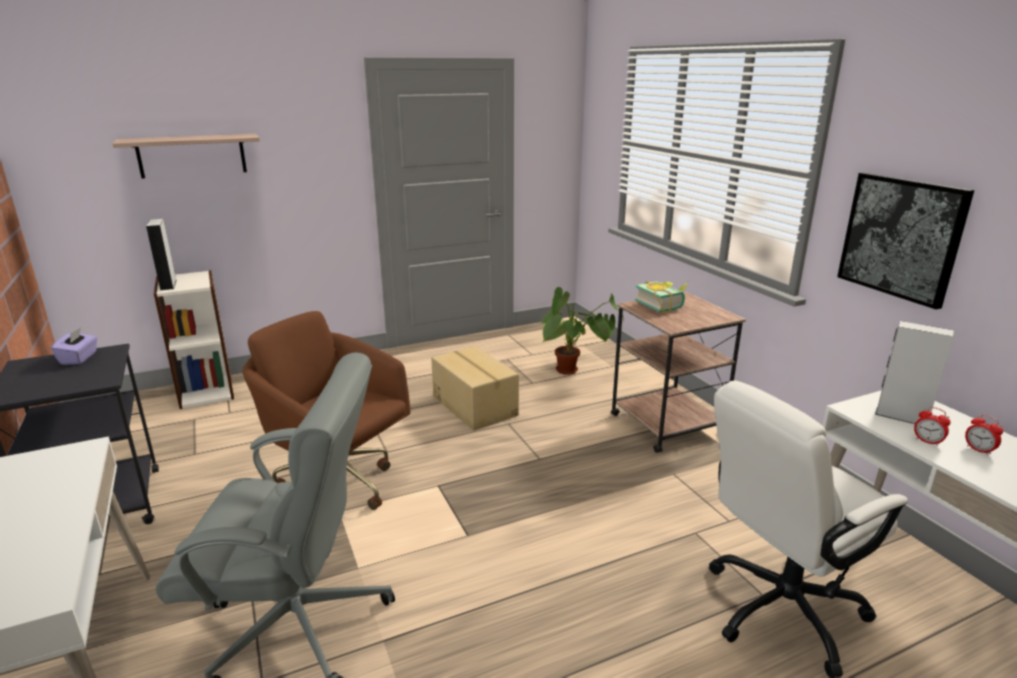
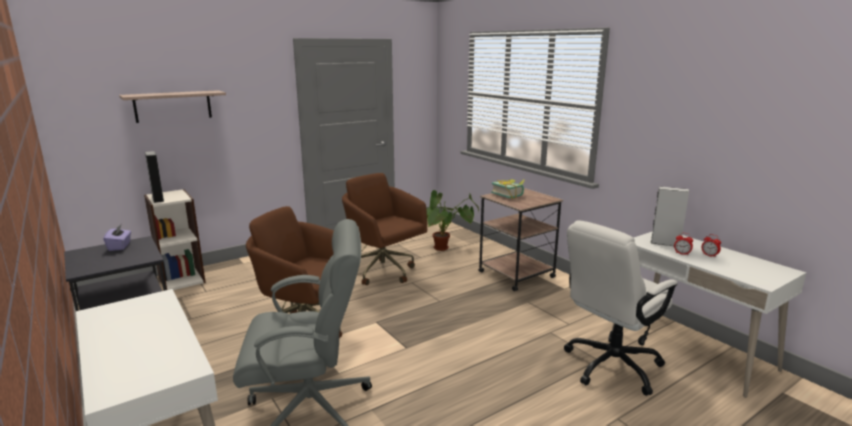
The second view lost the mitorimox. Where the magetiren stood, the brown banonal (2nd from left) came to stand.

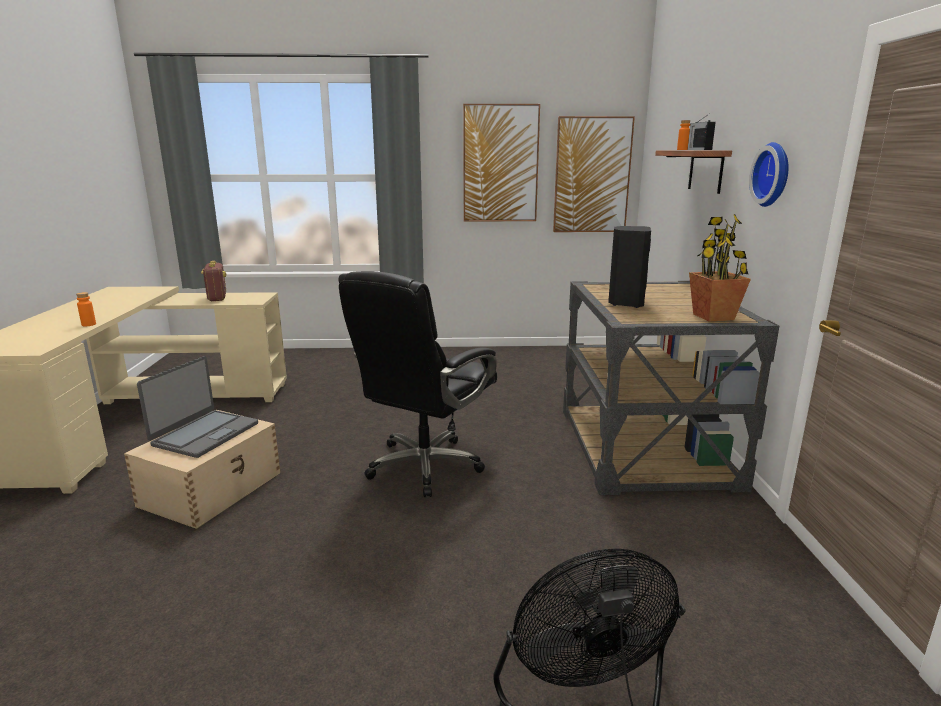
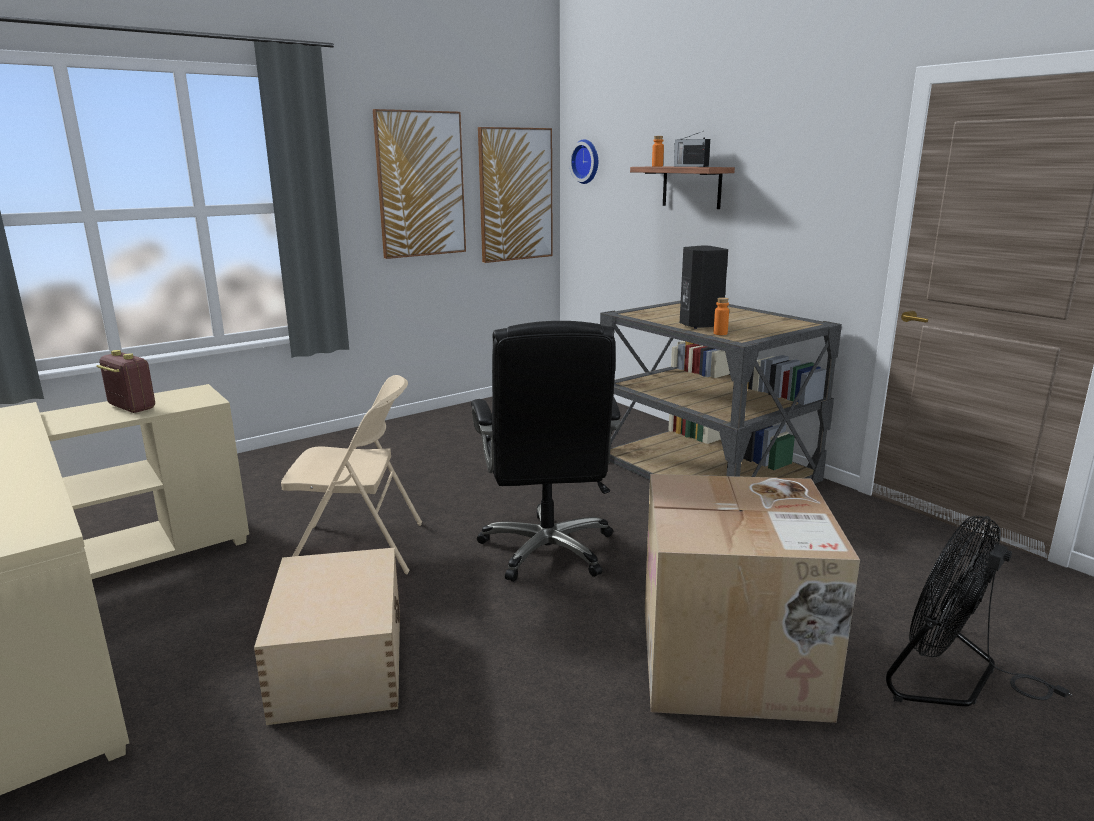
The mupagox ended up elsewhere. The second view lost the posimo. The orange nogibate (1st from left in the first image) ended up elsewhere. The second view lost the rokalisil. The second view gained the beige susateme. The second view gained the magetiren.

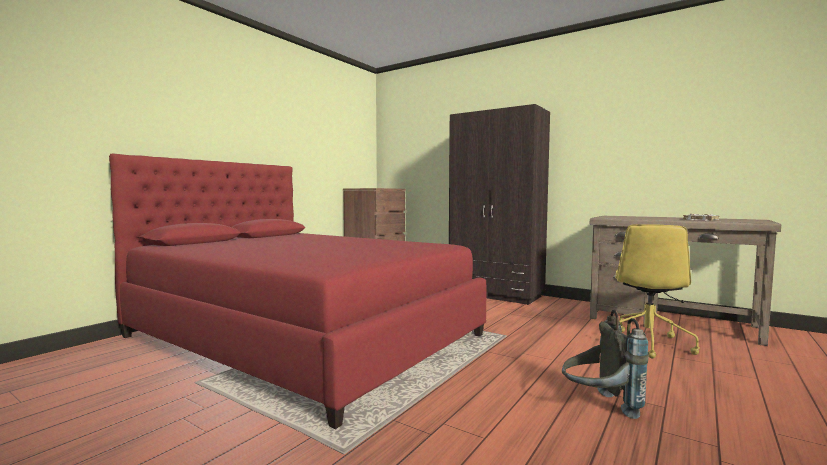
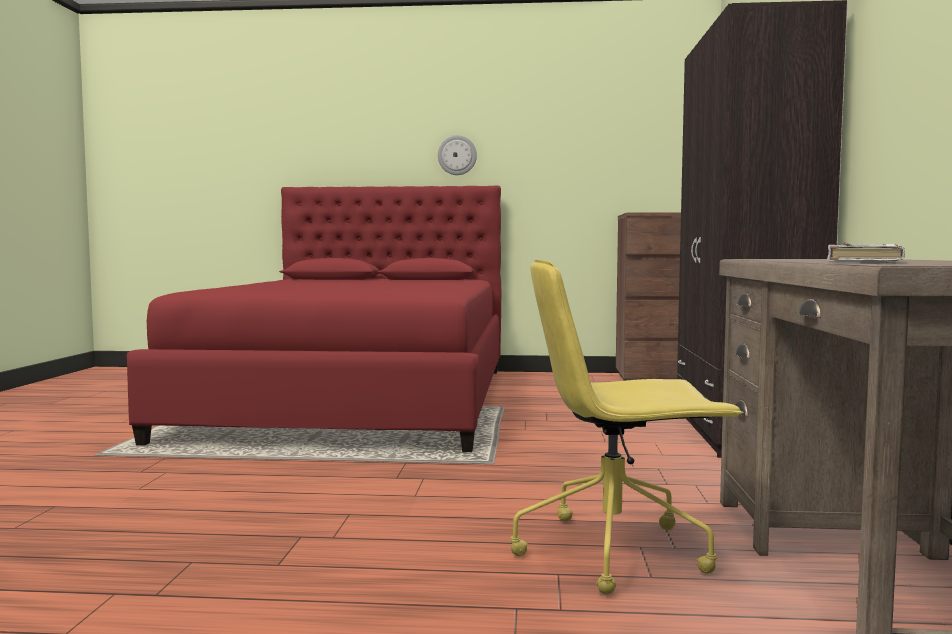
The second view lost the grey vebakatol. The second view gained the mupagox.

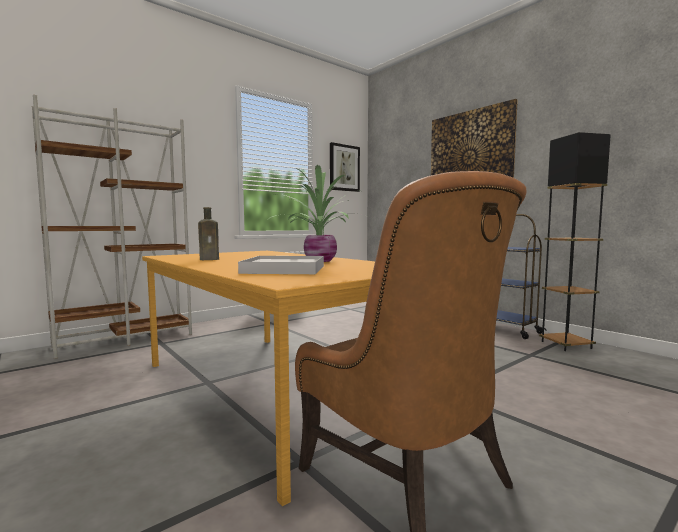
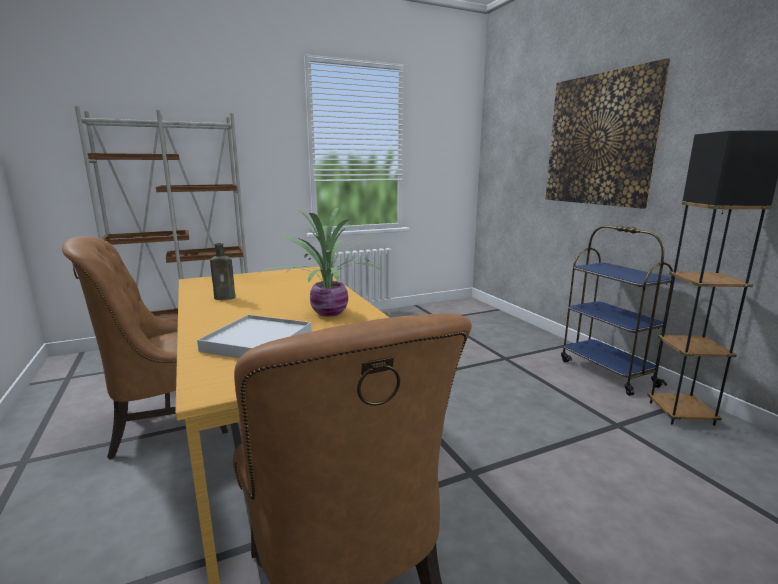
The second view lost the mitorimox (1st from left). The second view gained the brown susateme (1st from left).

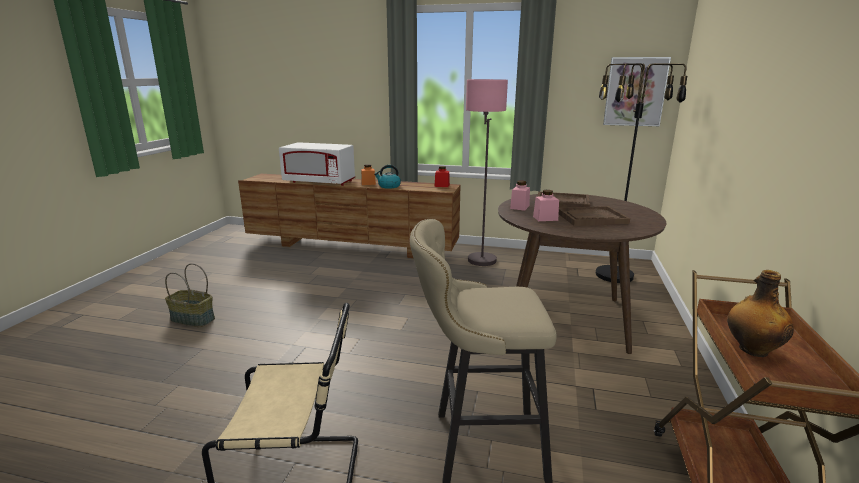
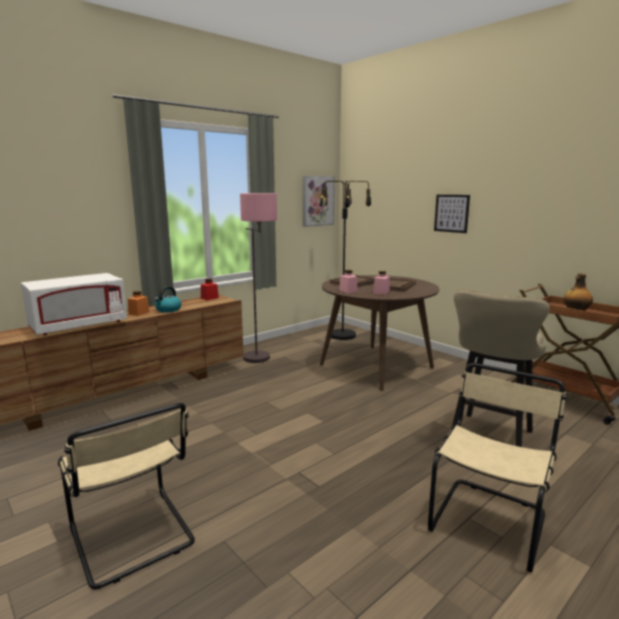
Where the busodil stood, the beige susateme (1st from left) came to stand. The second view gained the mitorimox (2nd from left).

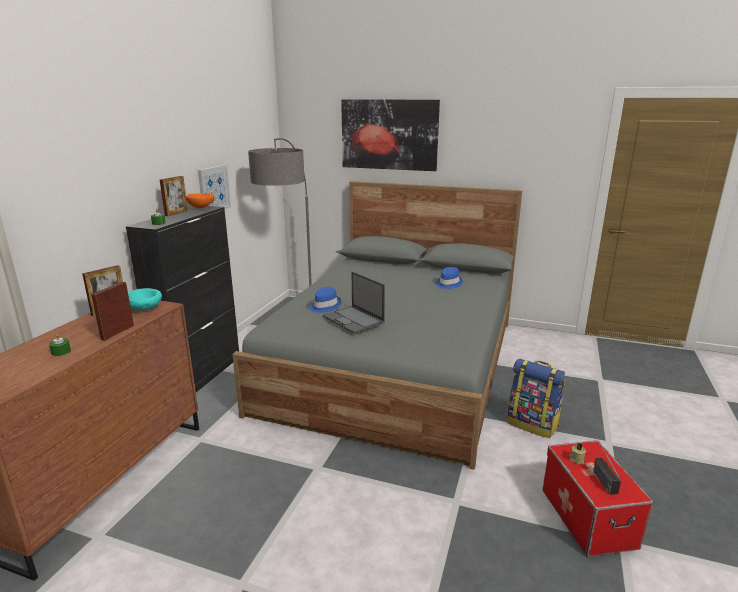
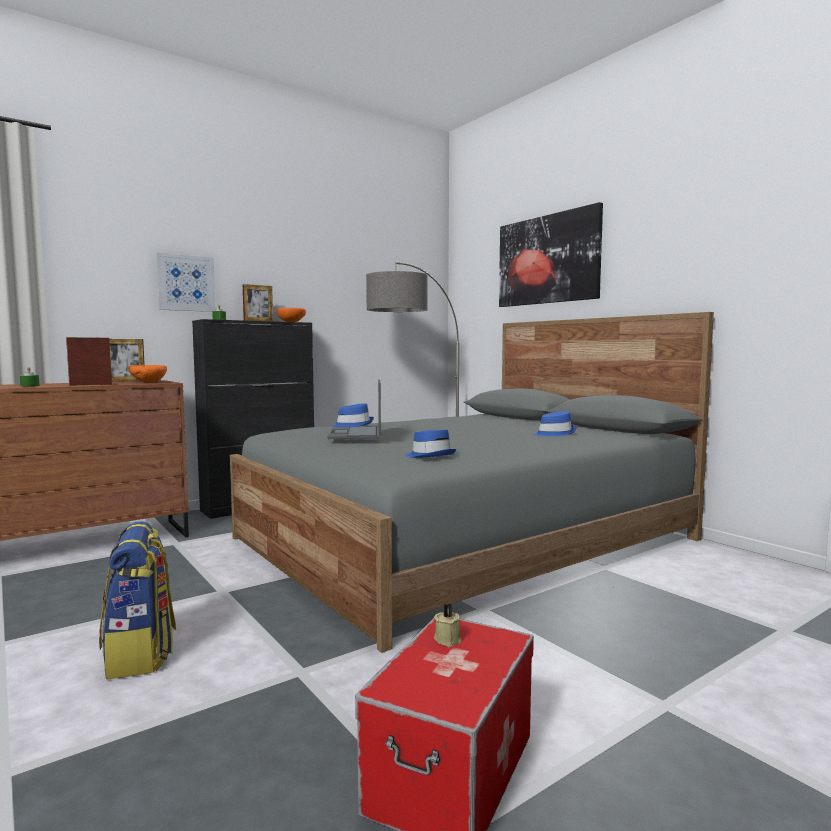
The mitorimox (1st from left) ended up elsewhere. What was the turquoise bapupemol turned into the orange bapupemol (1st from left). The vebakatol ended up elsewhere. The second view lost the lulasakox. The second view gained the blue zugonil (2nd from left).

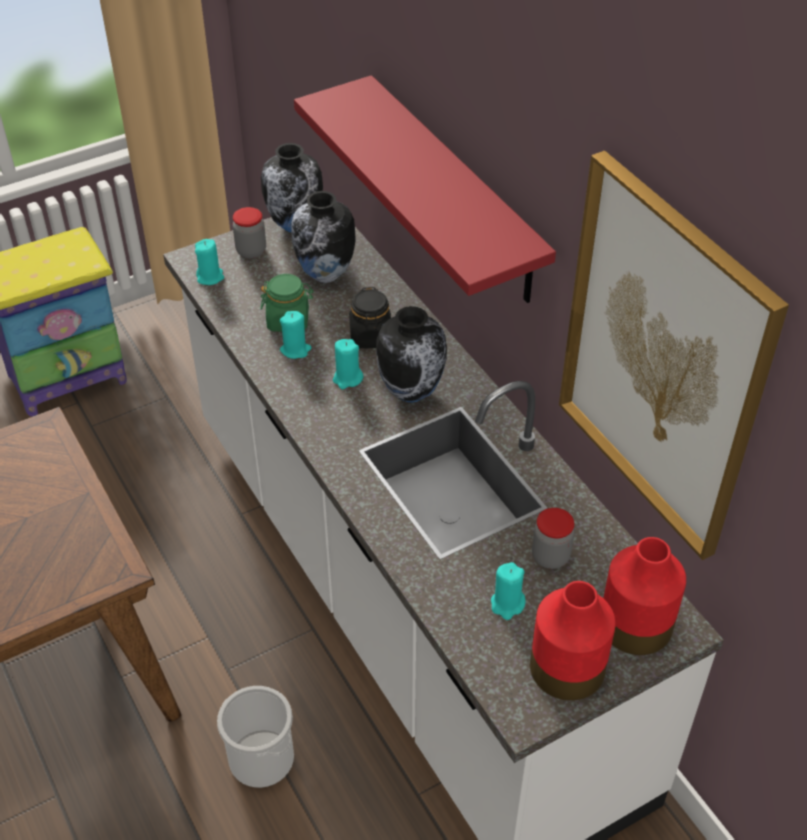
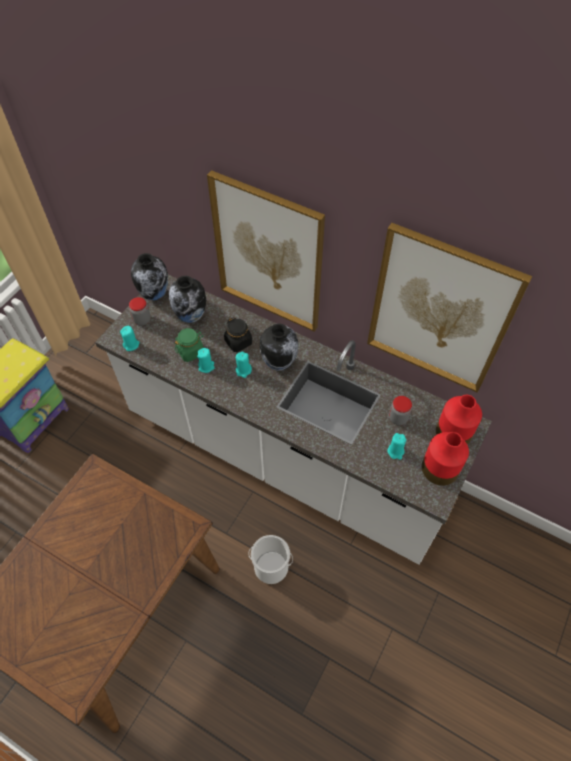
Where the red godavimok hung, the mitorimox (1st from left) came to hang.

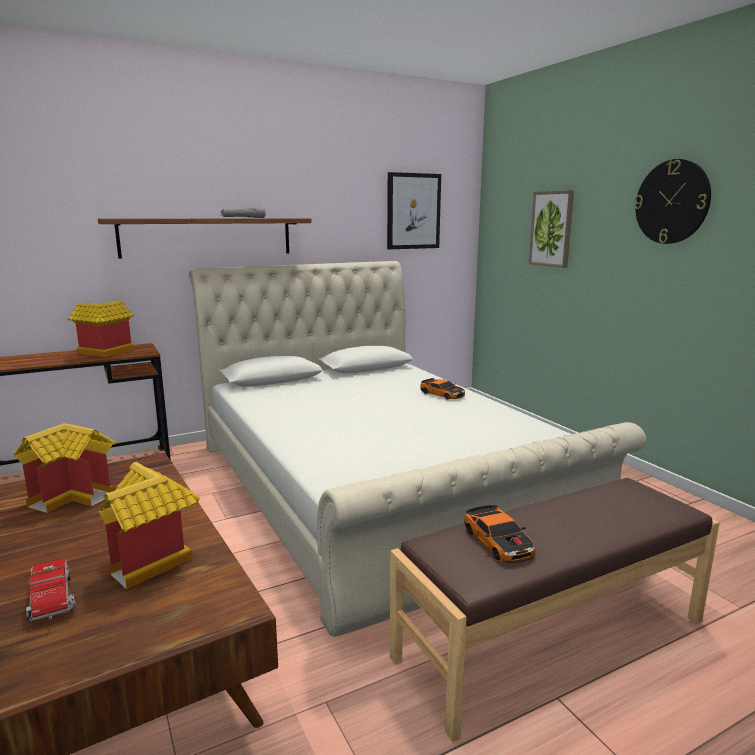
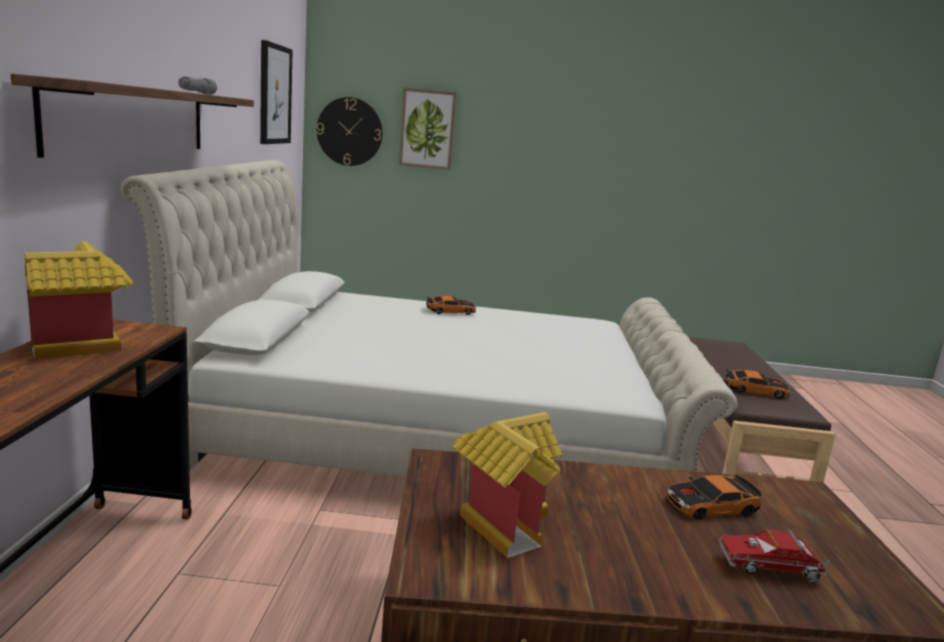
The mupagox ended up elsewhere. Where the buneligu (3rd from left) stood, the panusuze (2nd from left) came to stand.

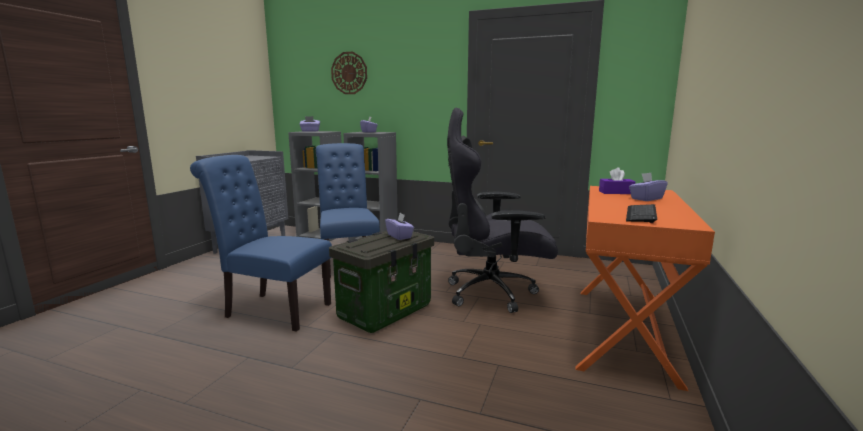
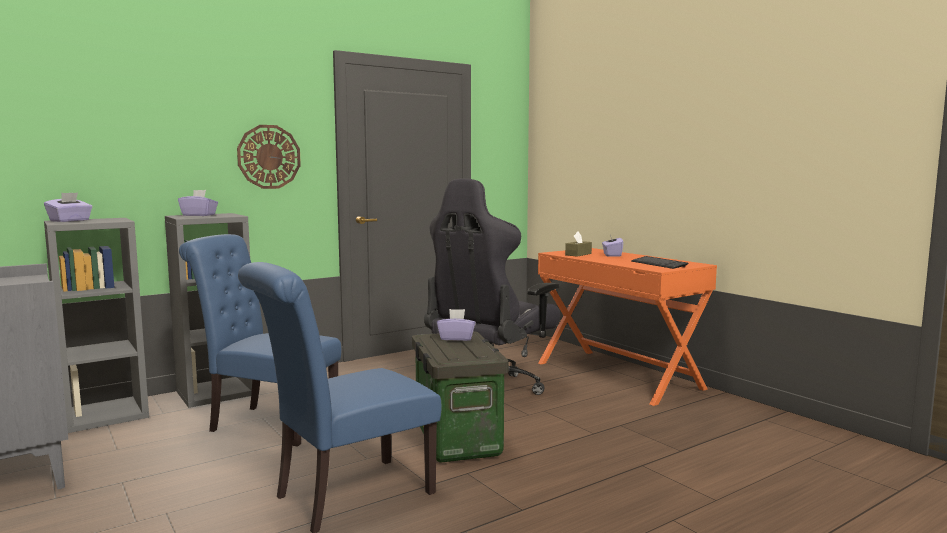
The mupagox ended up elsewhere. What was the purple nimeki (4th from left) turned into the brown nimeki.

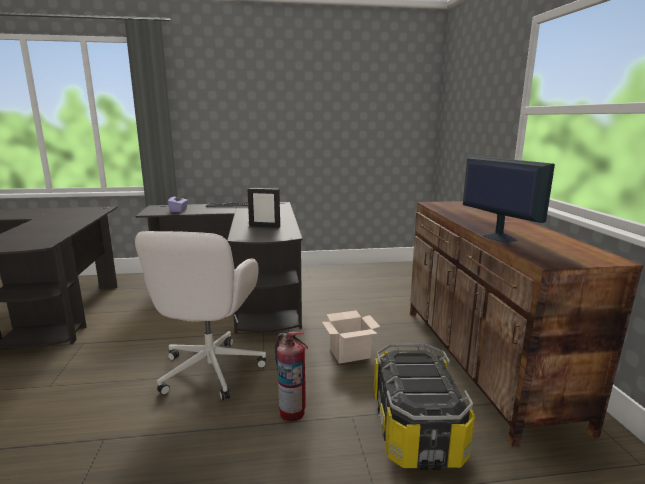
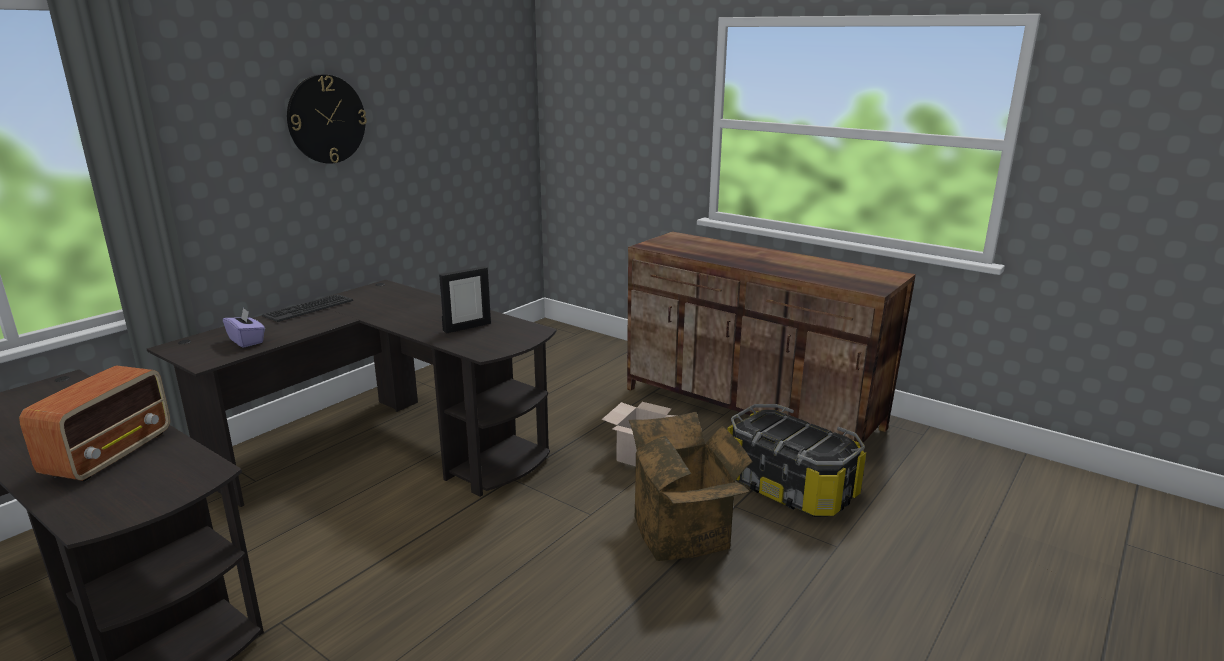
The second view lost the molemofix. The second view lost the white banonal. Where the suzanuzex stood, the magetiren (2nd from left) came to stand. The second view gained the mupagox. The second view gained the lulasakox.

